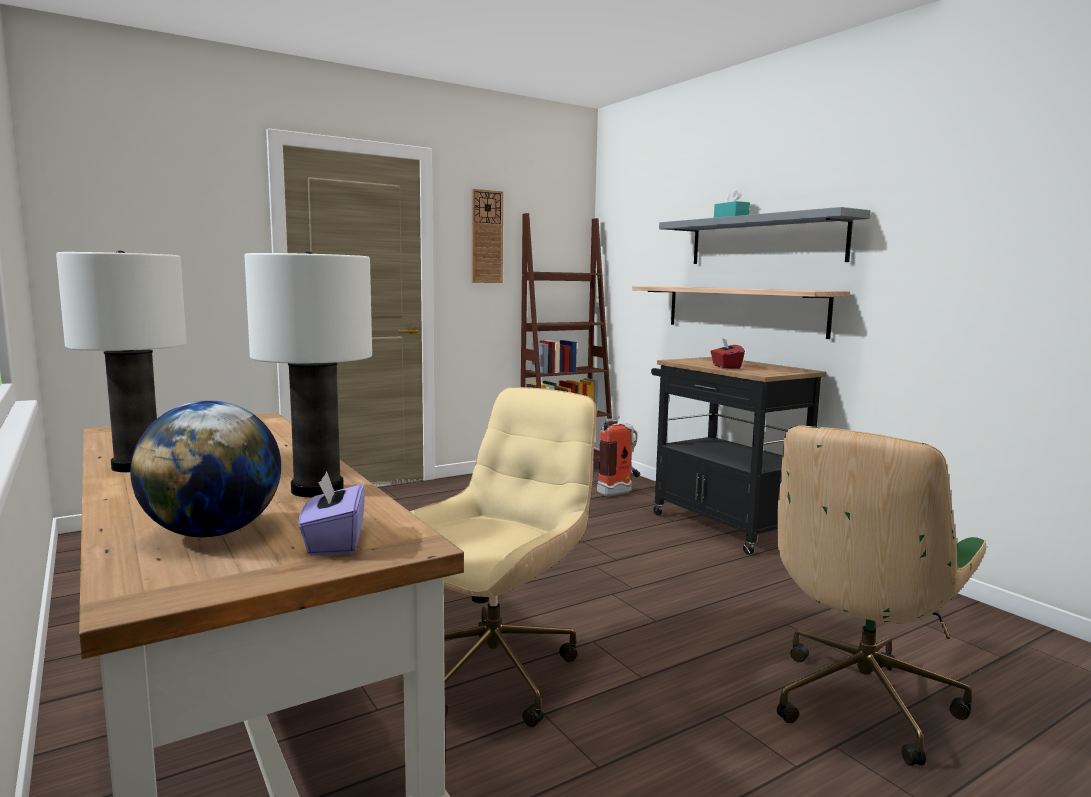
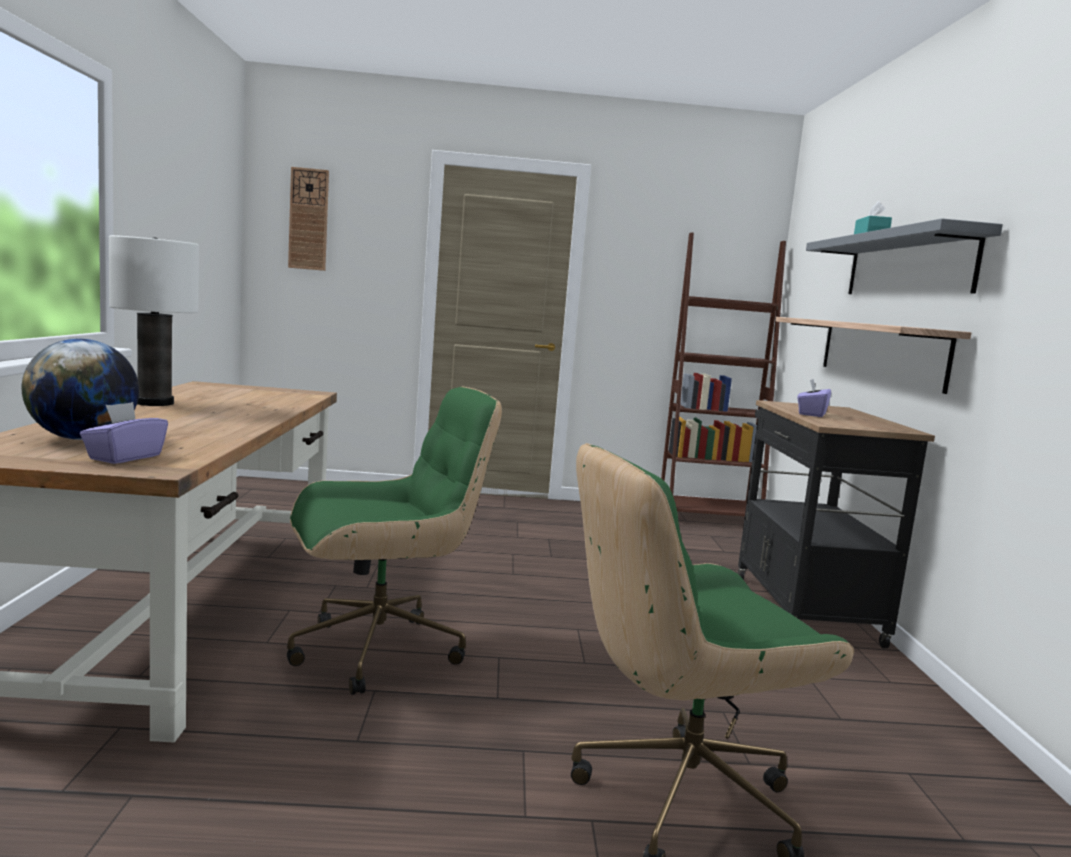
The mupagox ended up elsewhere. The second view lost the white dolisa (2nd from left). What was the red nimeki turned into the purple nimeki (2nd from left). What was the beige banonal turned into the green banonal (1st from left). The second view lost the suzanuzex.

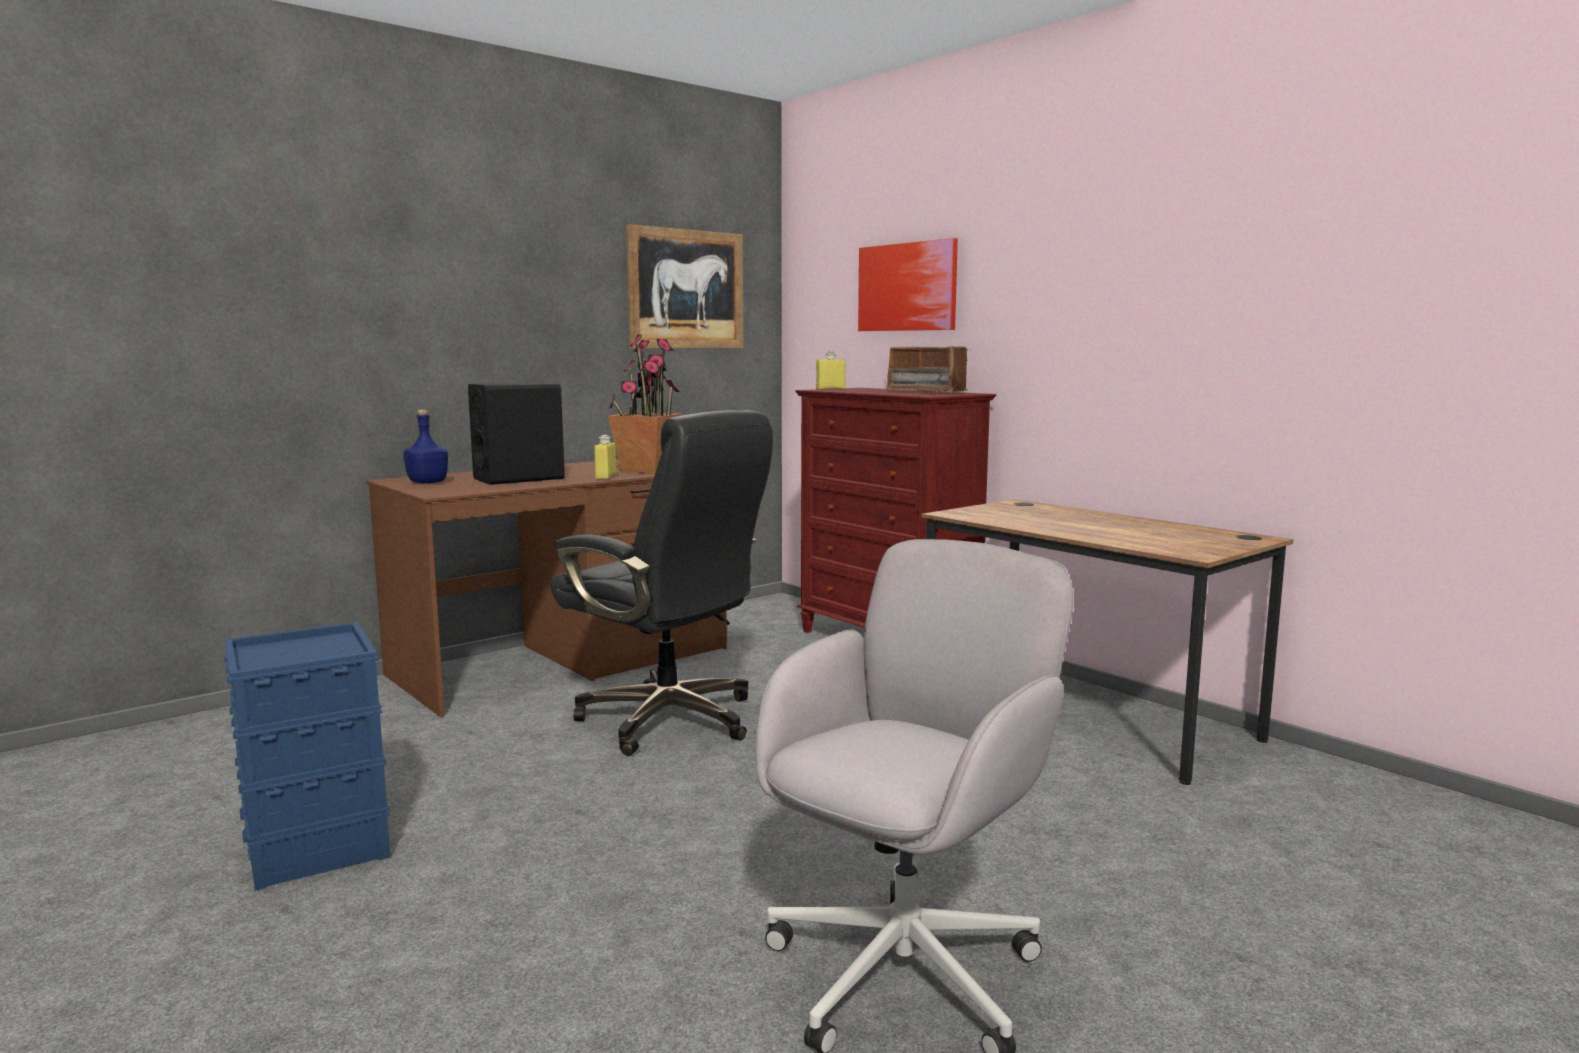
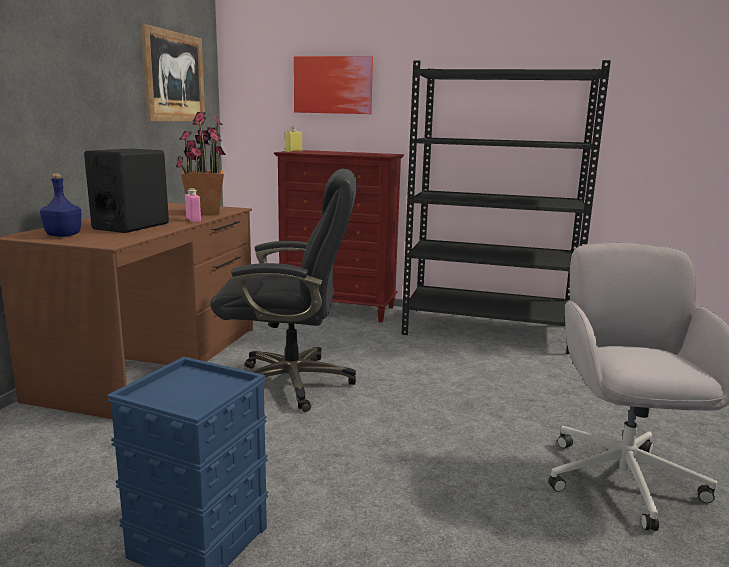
The second view lost the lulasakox. What was the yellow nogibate (1st from left) turned into the pink nogibate. Where the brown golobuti (2nd from left) stood, the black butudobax came to stand.

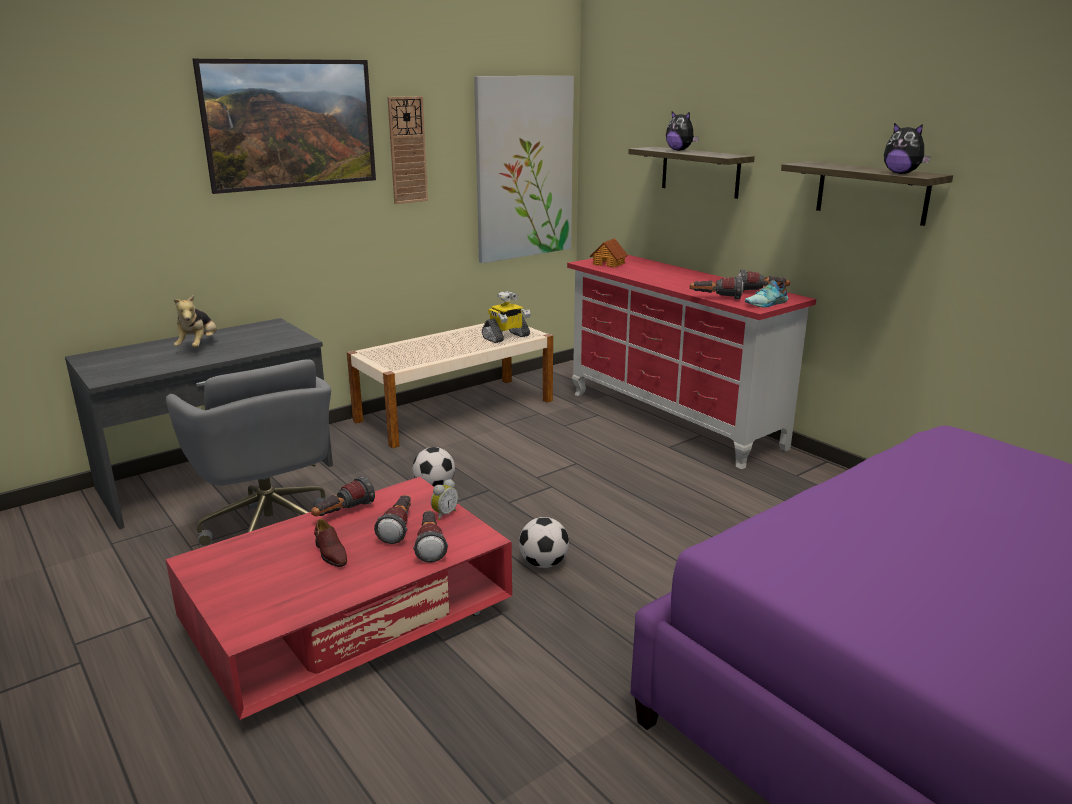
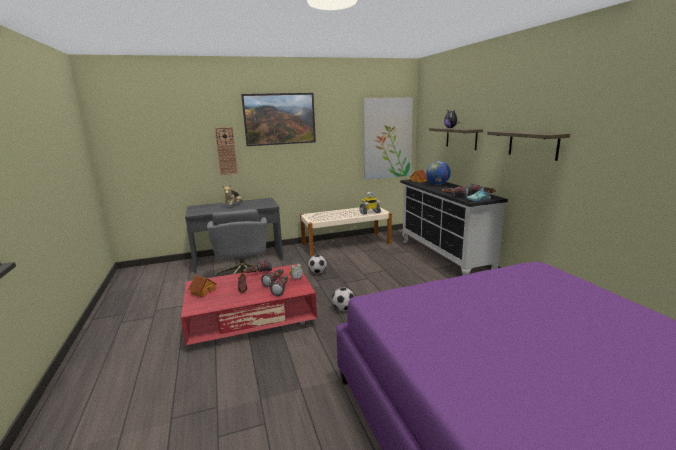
The mupagox ended up elsewhere. The second view lost the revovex (3rd from left). What was the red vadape turned into the black vadape. The second view gained the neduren. The second view gained the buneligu (1st from left).

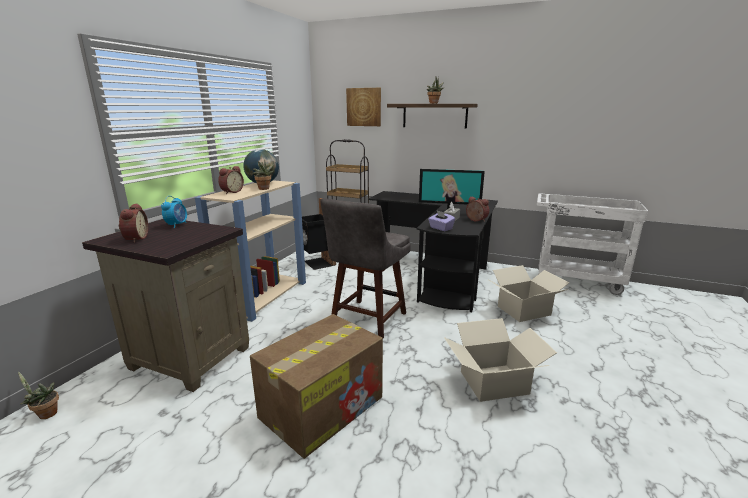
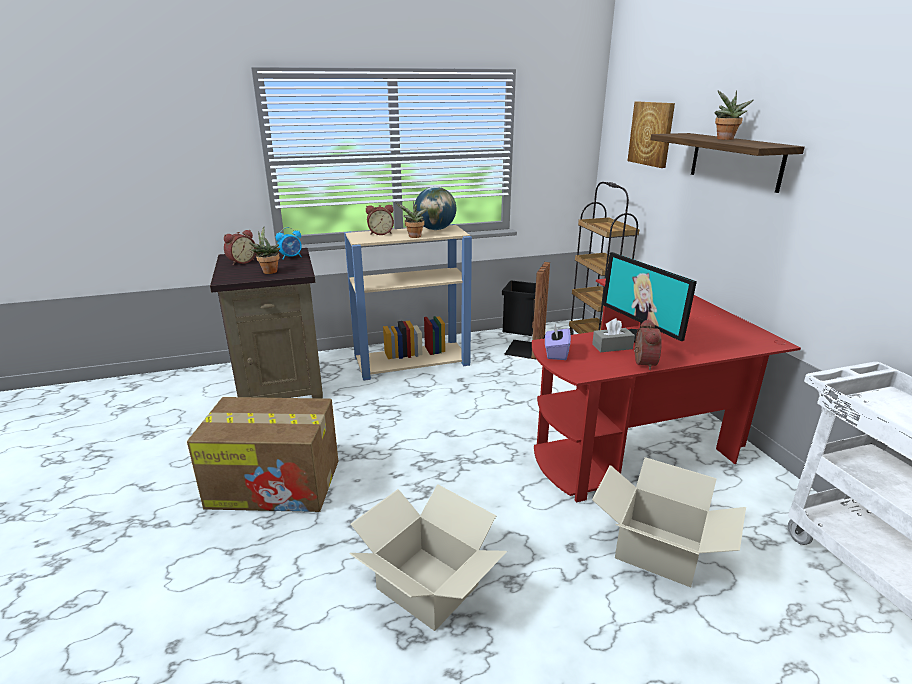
What was the black golobuti turned into the red golobuti. The second view lost the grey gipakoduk. The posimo (1st from left) ended up elsewhere.

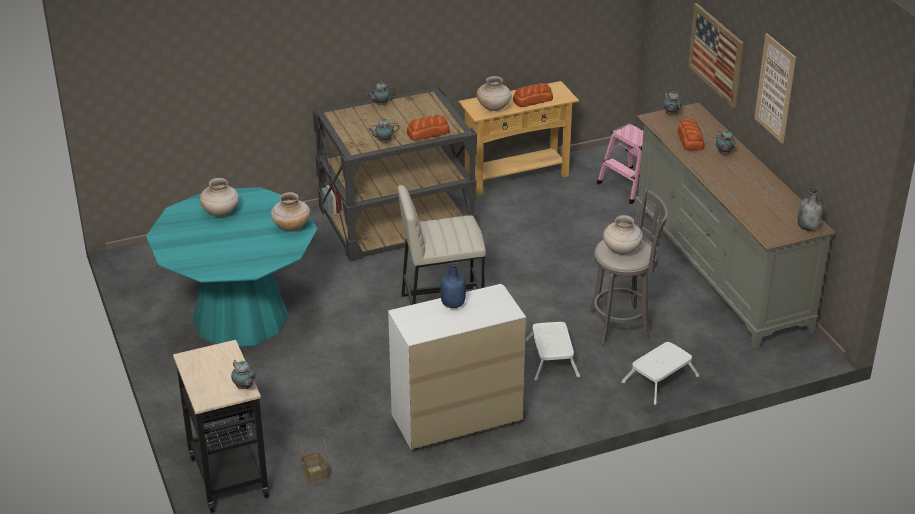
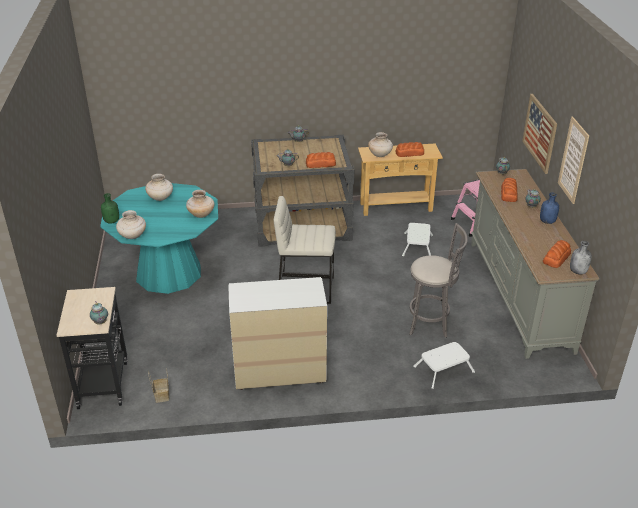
The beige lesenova (4th from left in the first image) ended up elsewhere. The blue nogibate ended up elsewhere. The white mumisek (1st from left) ended up elsewhere. The second view gained the green nogibate. The second view gained the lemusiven (4th from left).

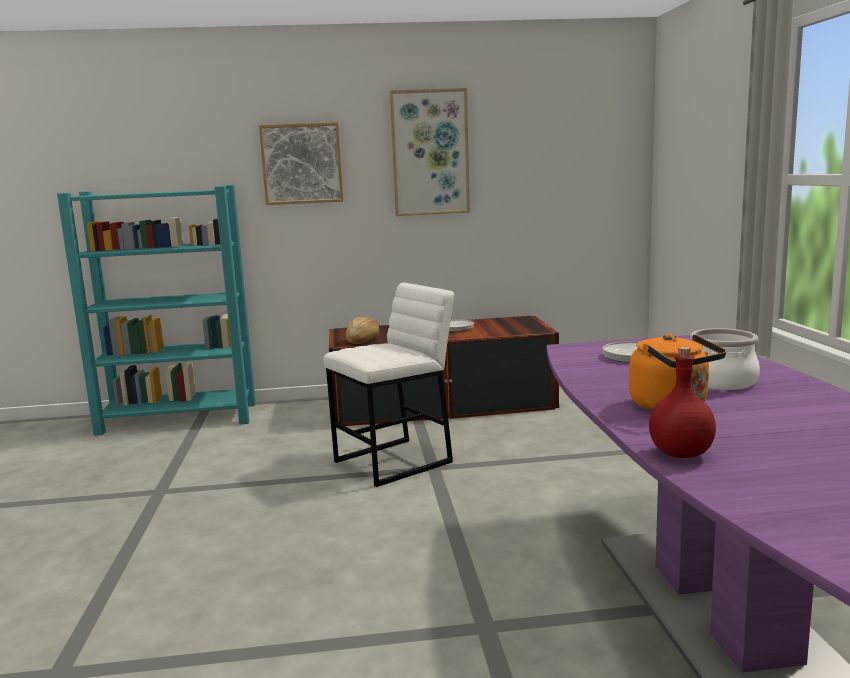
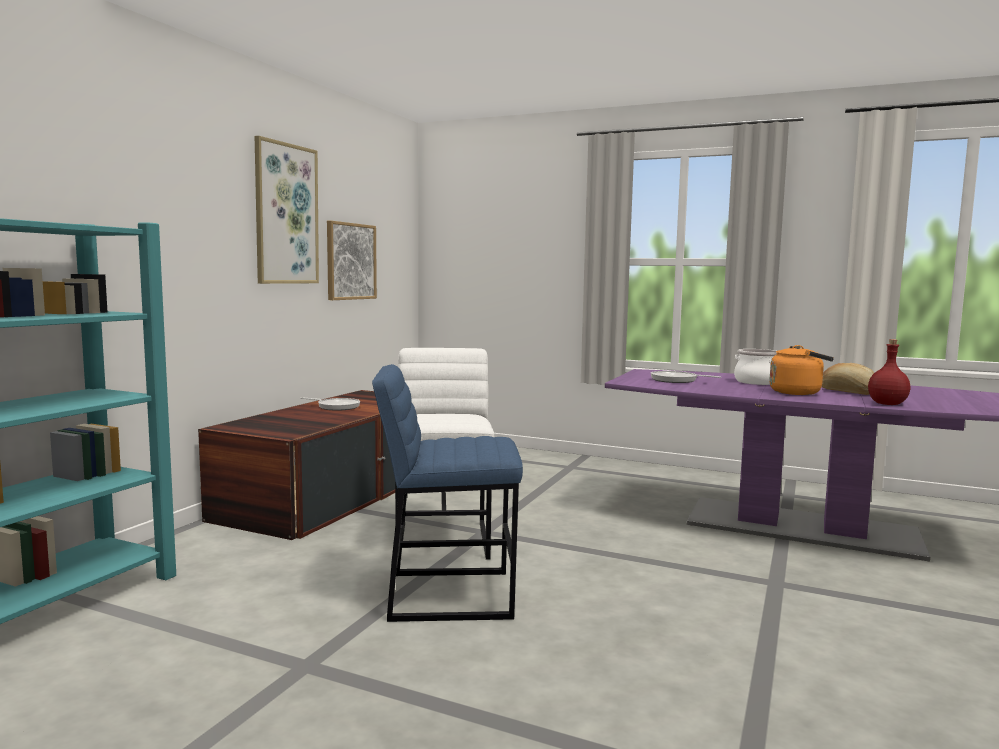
The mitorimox (1st from left in the first image) ended up elsewhere. The lemusiven ended up elsewhere. The second view gained the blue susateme.

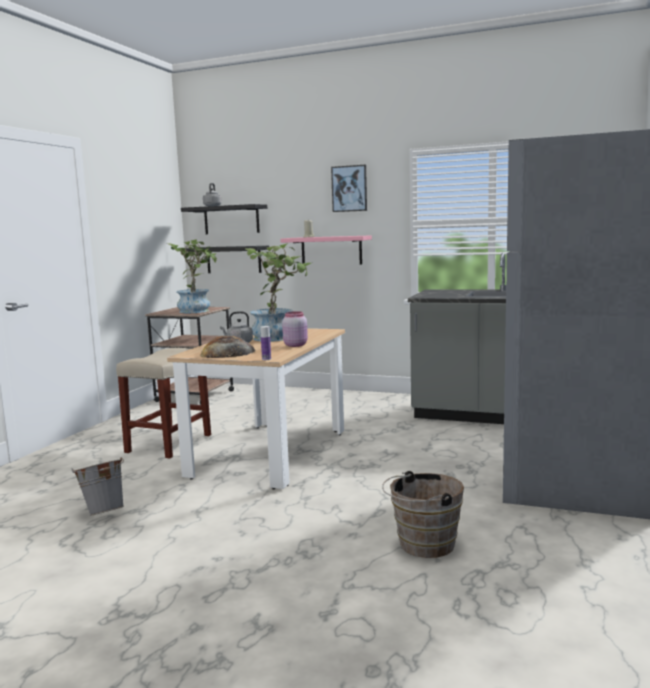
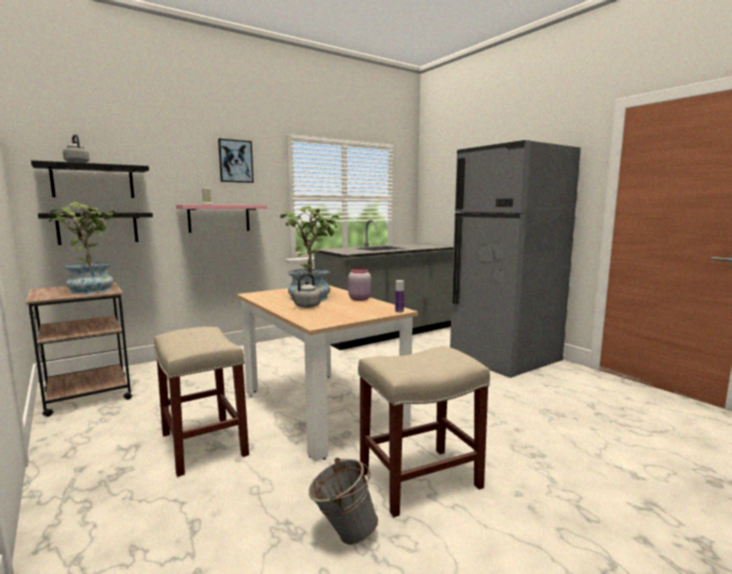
The second view lost the lemusiven. The second view lost the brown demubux. The second view gained the beige gipakoduk (2nd from left).

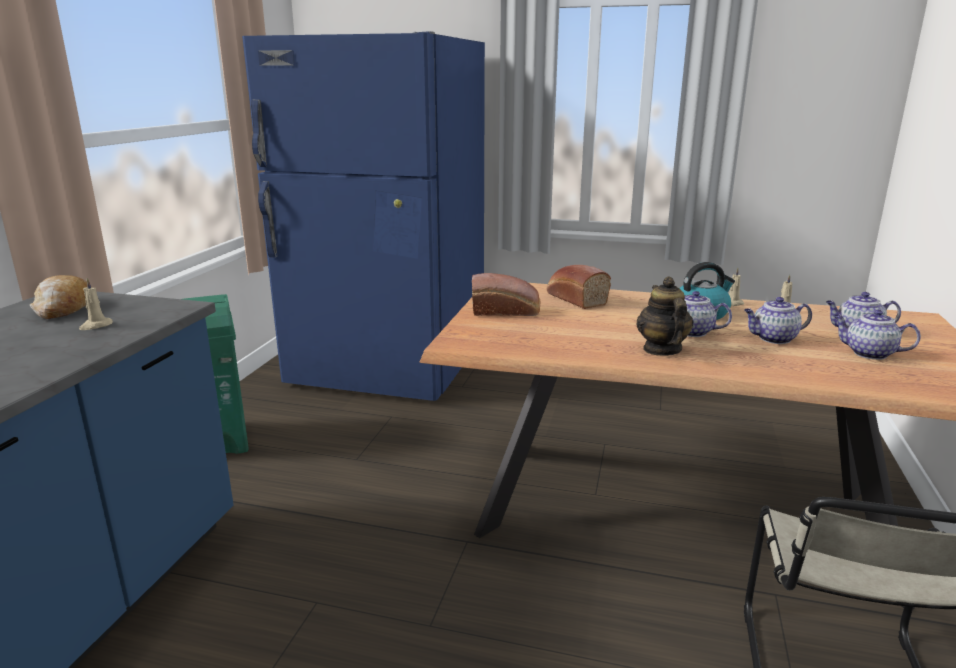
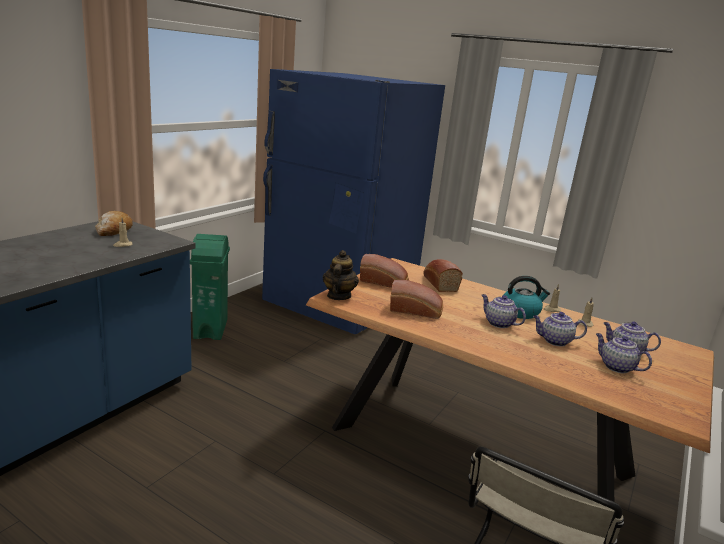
The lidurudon (1st from left) ended up elsewhere. The second view gained the lemusiven (3rd from left).

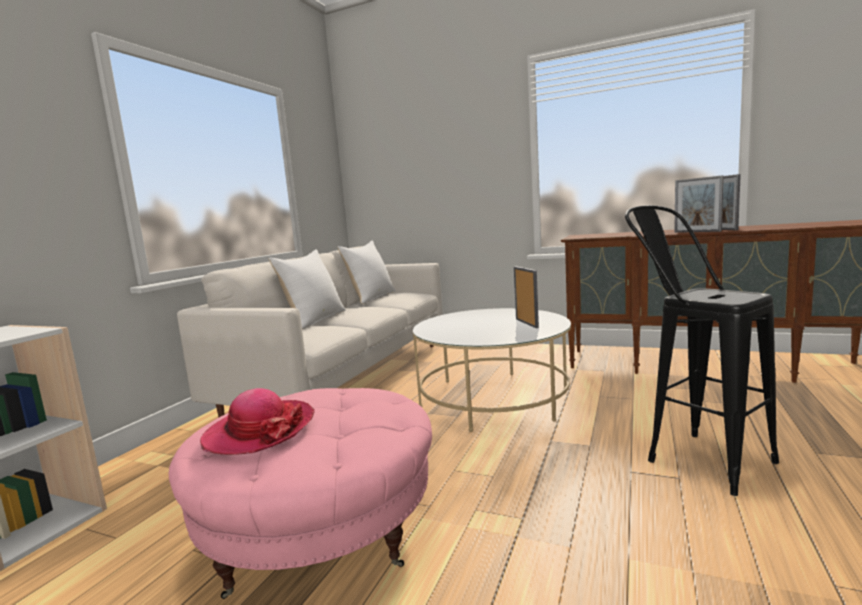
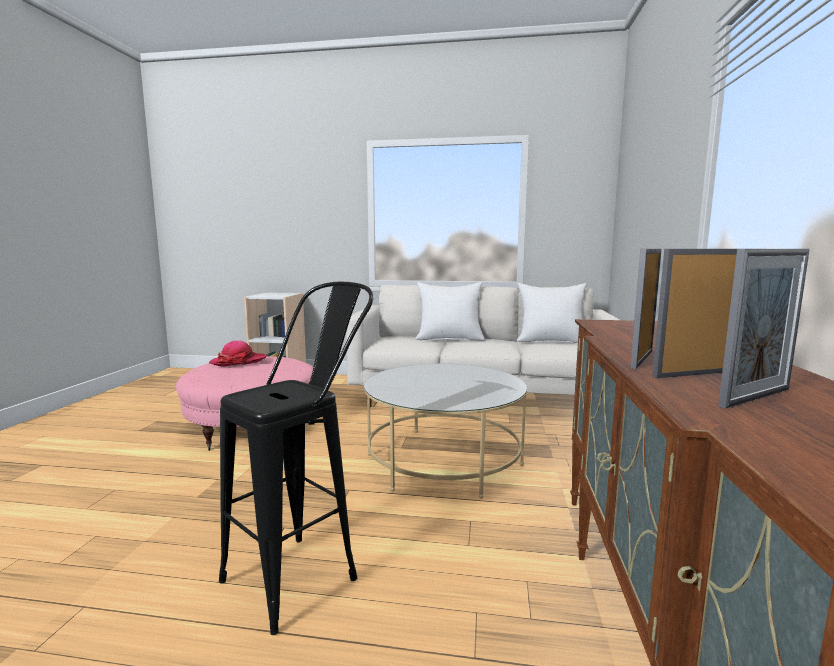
The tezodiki (1st from left in the first image) ended up elsewhere.

